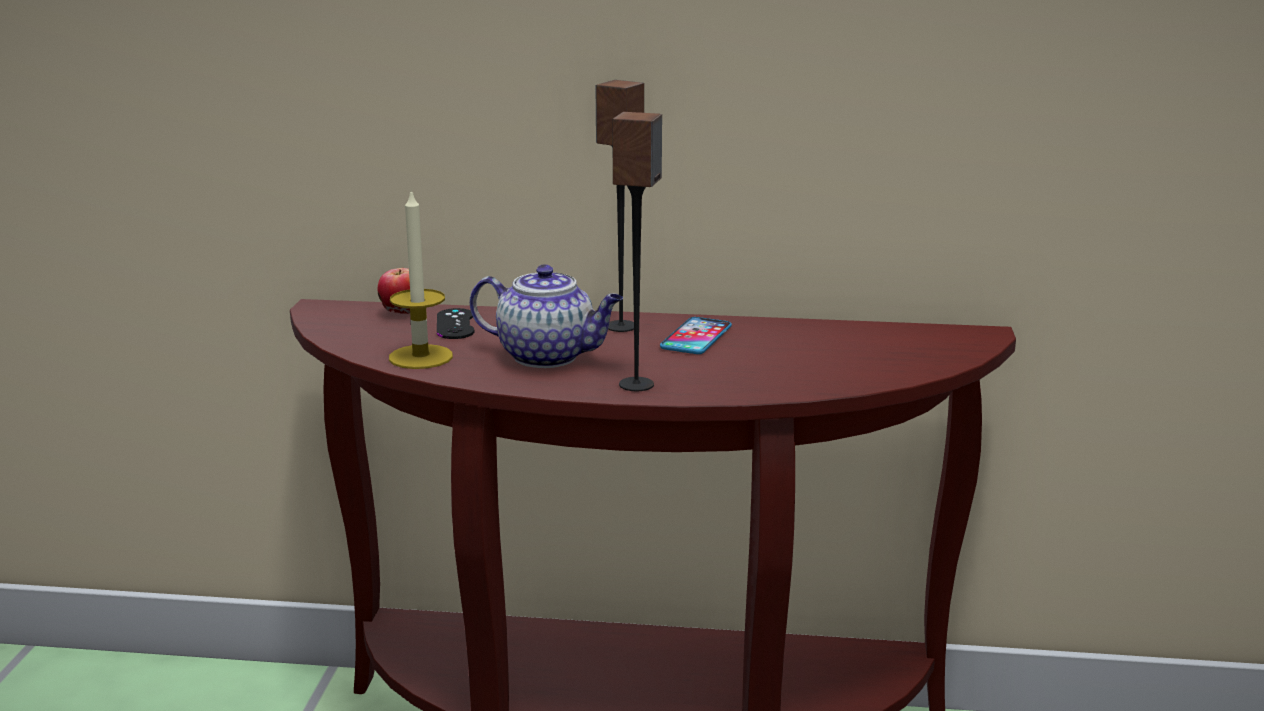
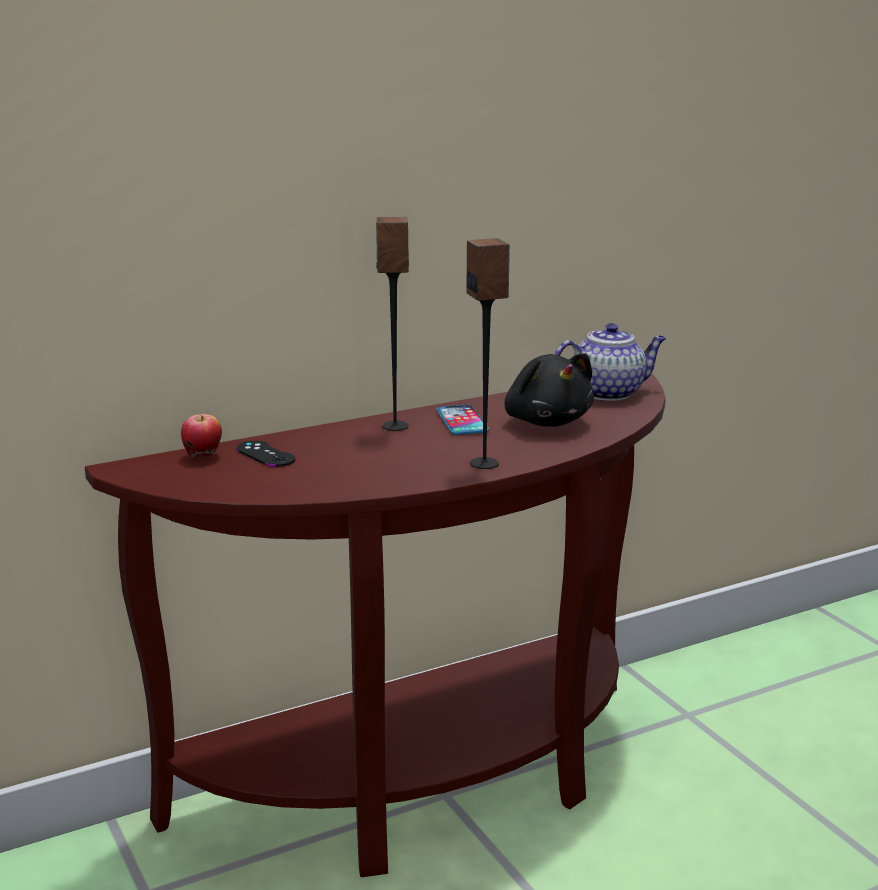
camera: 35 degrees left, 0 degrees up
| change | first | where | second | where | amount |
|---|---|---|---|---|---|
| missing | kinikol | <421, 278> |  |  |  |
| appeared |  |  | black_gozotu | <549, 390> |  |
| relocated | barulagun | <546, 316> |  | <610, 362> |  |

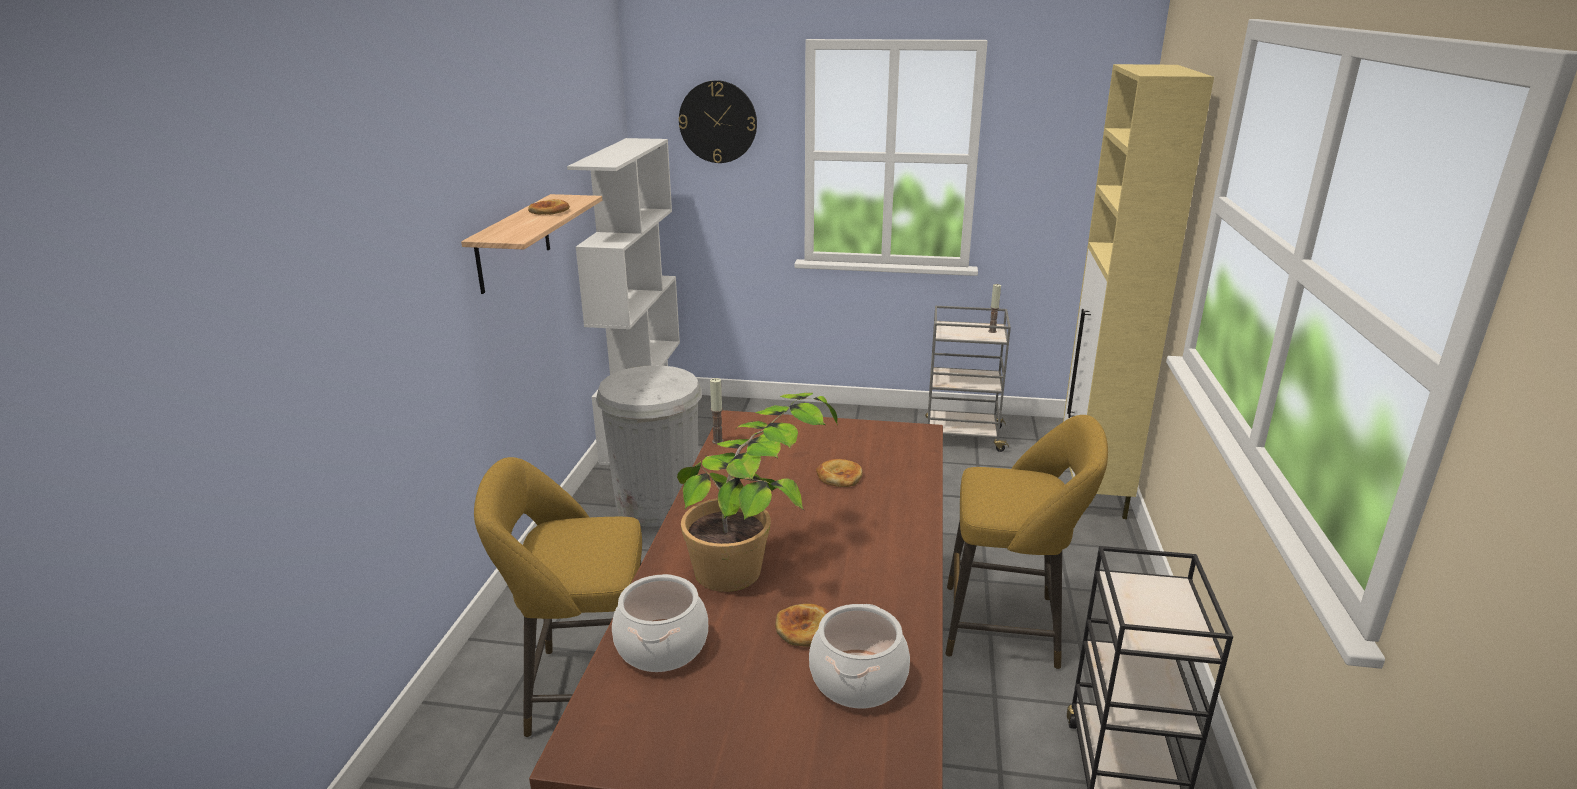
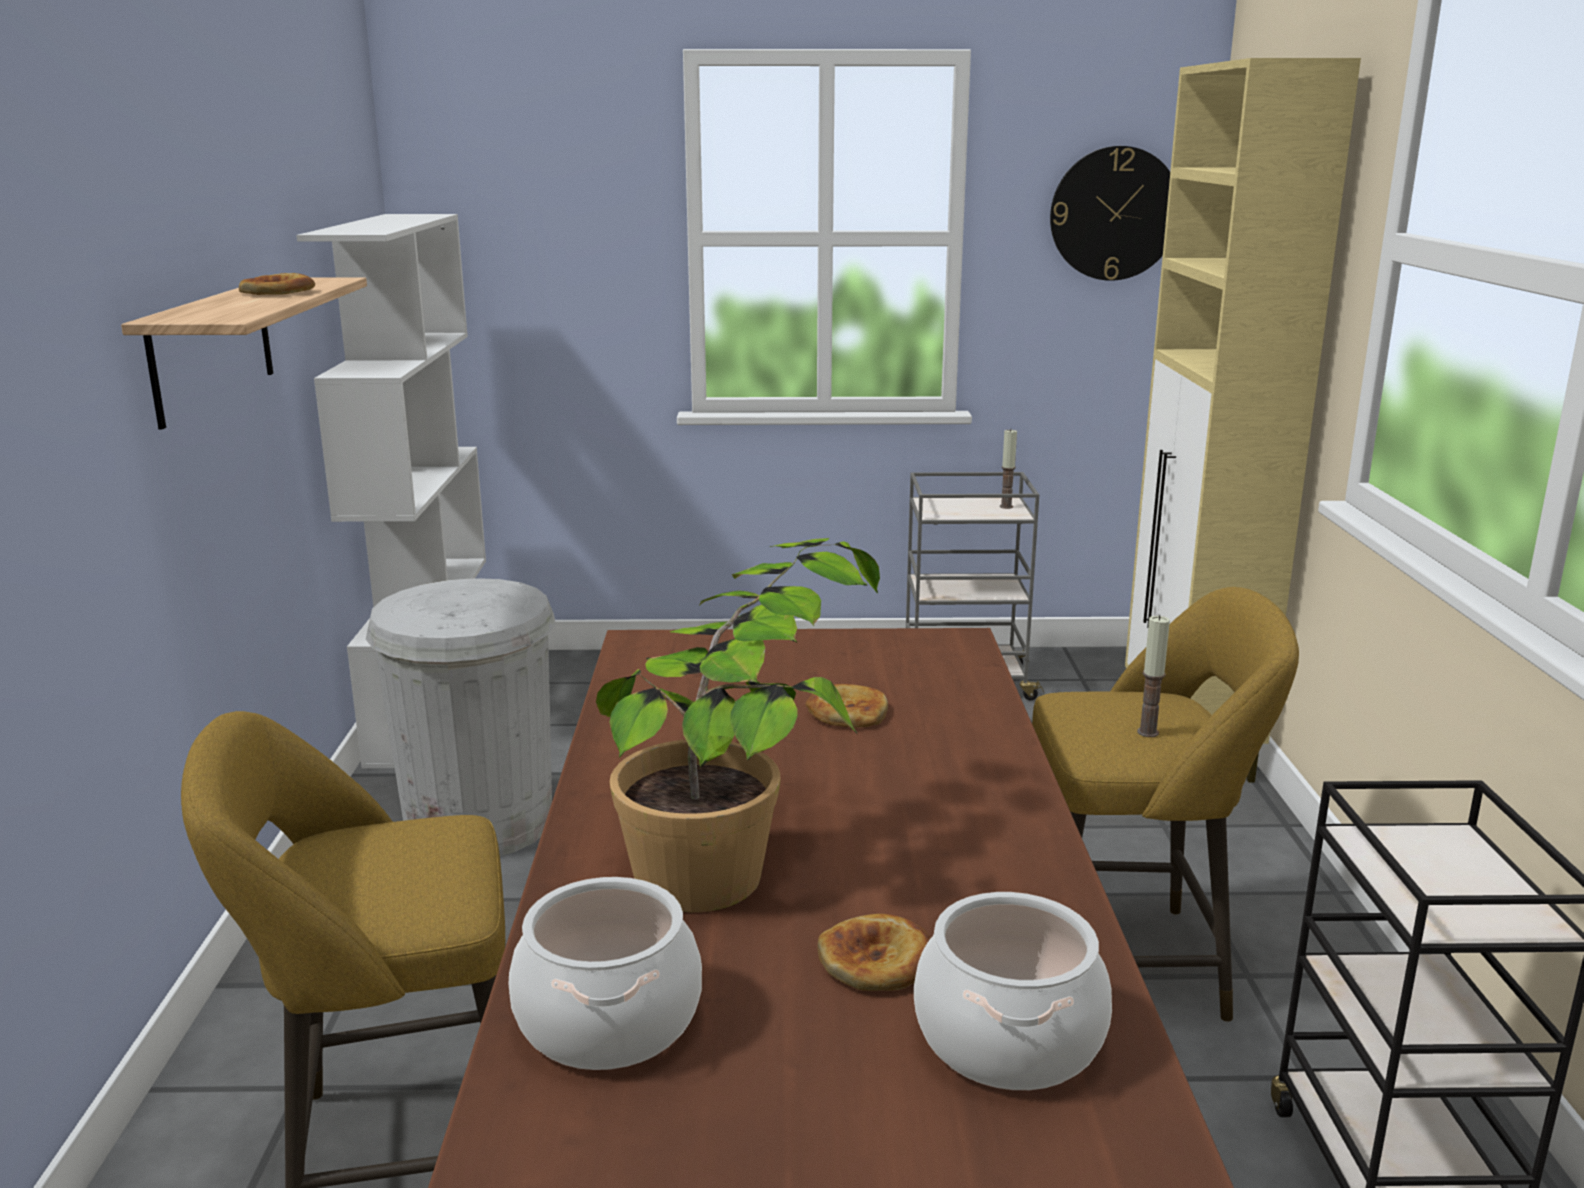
camera: 10 degrees left, 5 degrees down
| change | first | where | second | where | amount |
|---|---|---|---|---|---|
| relocated | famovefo | <718, 121> |  | <1110, 213> |  |
| relocated | kinikol | <717, 411> |  | <1153, 676> |  |

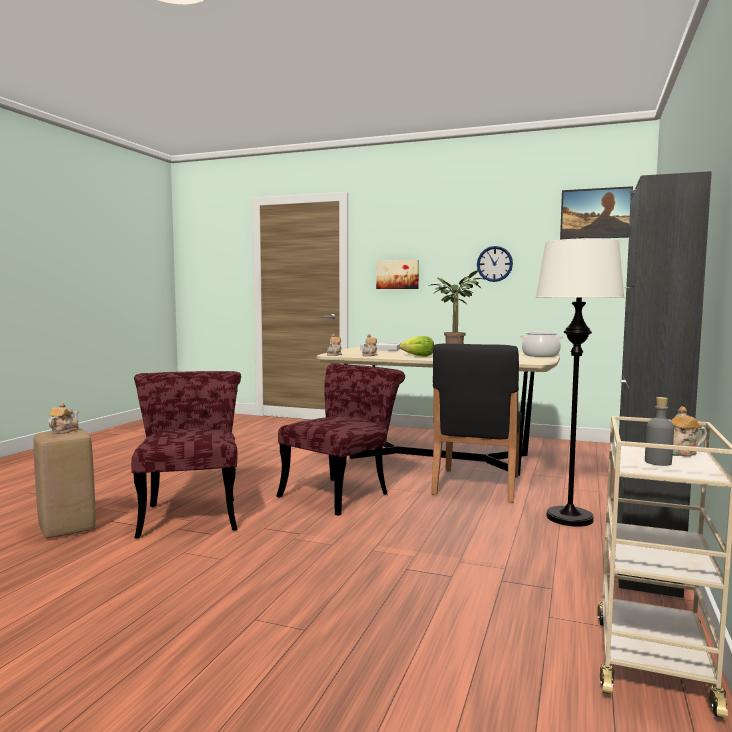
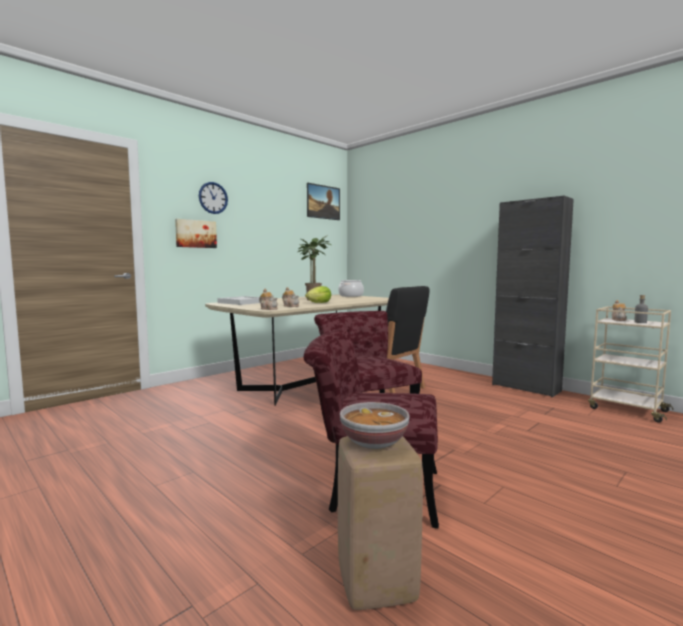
camera: 65 degrees left, 0 degrees up
| change | first | where | second | where | amount |
|---|---|---|---|---|---|
| missing | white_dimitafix | <580, 381> |  |  |  |
| relocated | famovefo | <495, 264> |  | <213, 198> |  |
| exchanged | barulagun | <63, 418> | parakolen | <375, 425> |  |

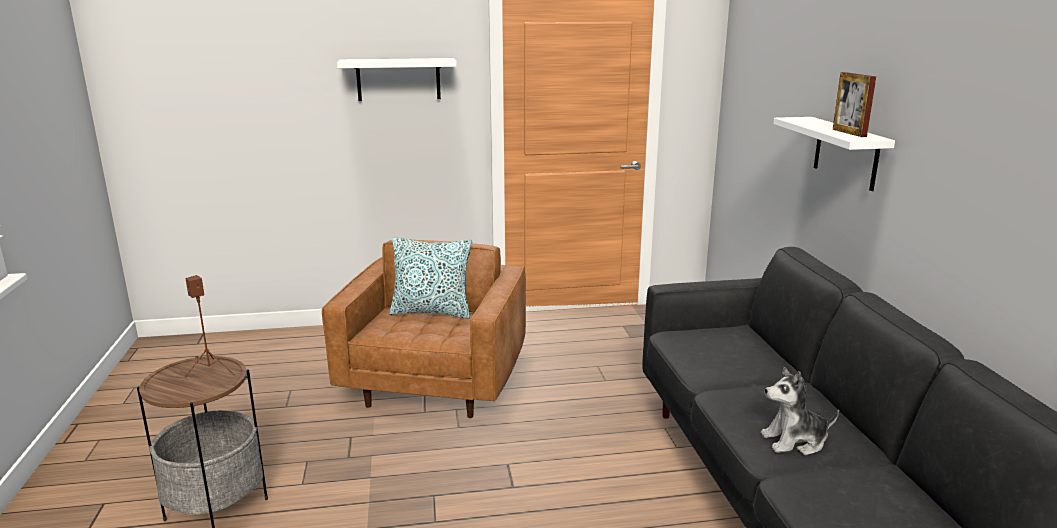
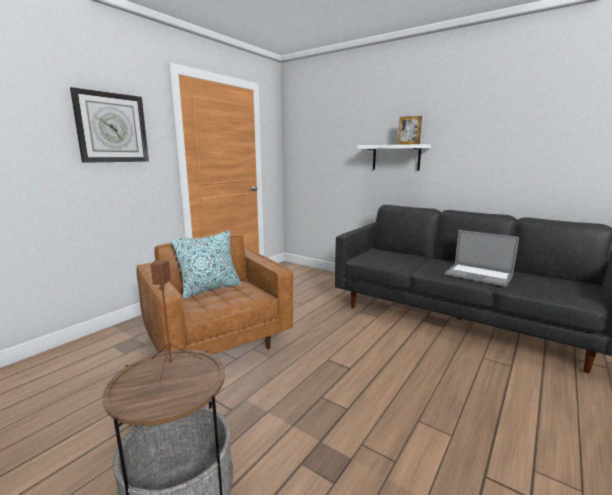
camera: 45 degrees left, 5 degrees down
| change | first | where | second | where | amount |
|---|---|---|---|---|---|
| exchanged | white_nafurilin | <397, 79> | famovefo | <109, 125> |  |
| exchanged | gozotu | <800, 411> | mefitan | <481, 258> |  |

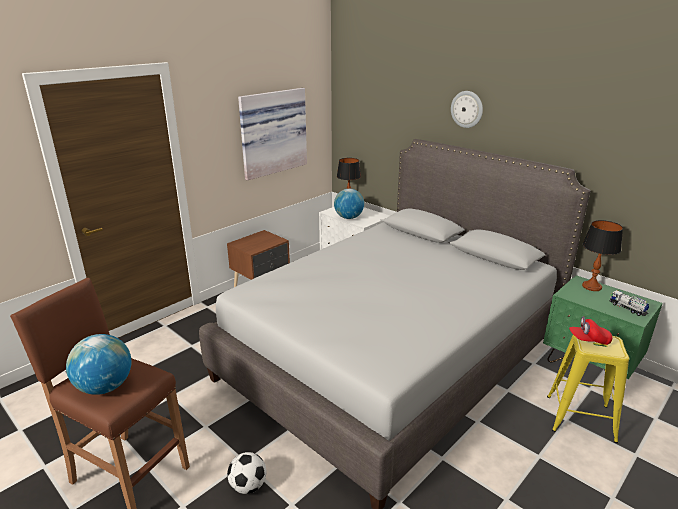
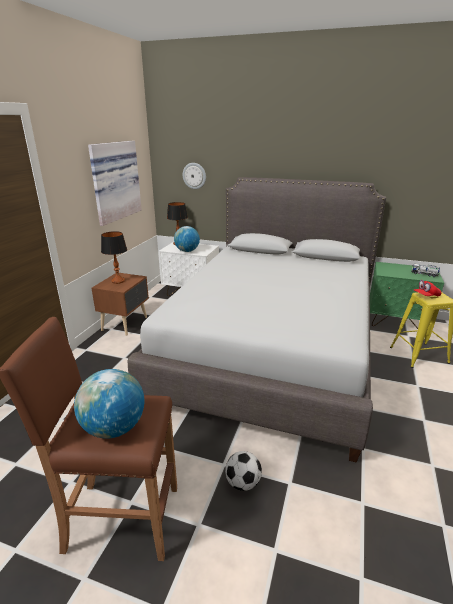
camera: 25 degrees left, 0 degrees up
| change | first | where | second | where | amount |
|---|---|---|---|---|---|
| relocated | famovefo | <467, 109> |  | <194, 176> |  |
| relocated | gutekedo | <602, 255> |  | <114, 257> |  |

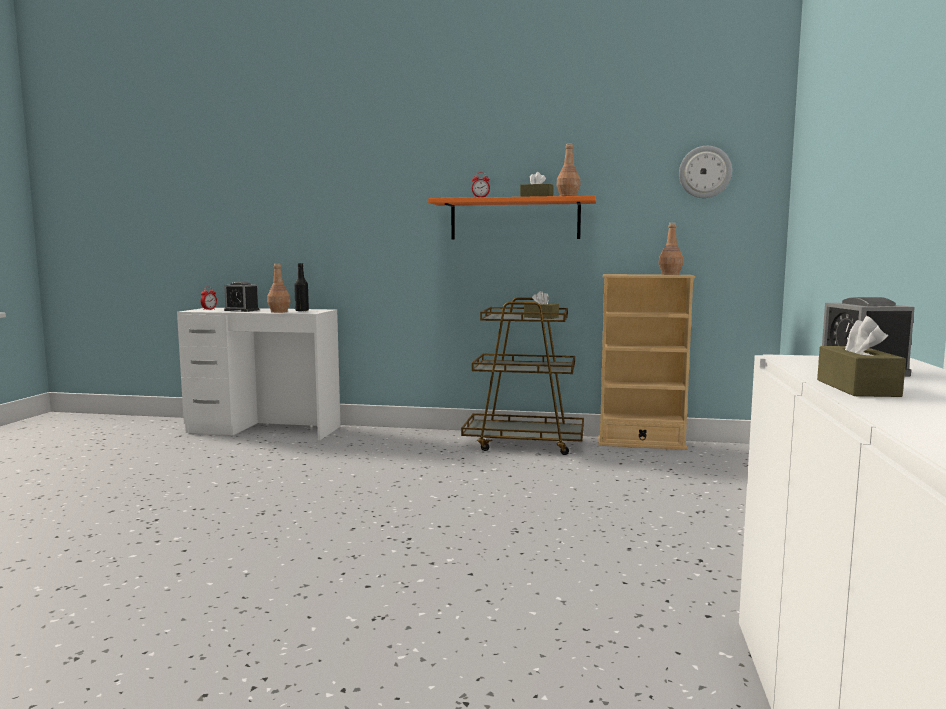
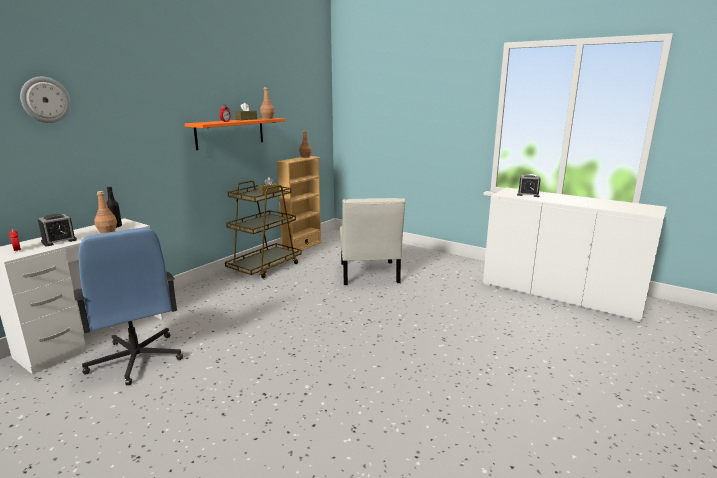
camera: 65 degrees left, 10 degrees up
| change | first | where | second | where | amount |
|---|---|---|---|---|---|
| missing | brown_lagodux | <861, 356> |  |  |  |
| appeared |  |  | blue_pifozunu | <128, 306> |  |
| appeared |  |  | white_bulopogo | <373, 241> |  |
| relocated | famovefo | <705, 172> |  | <45, 100> |  |

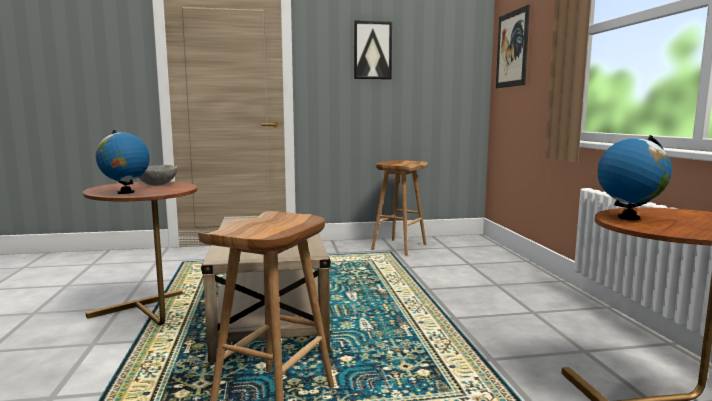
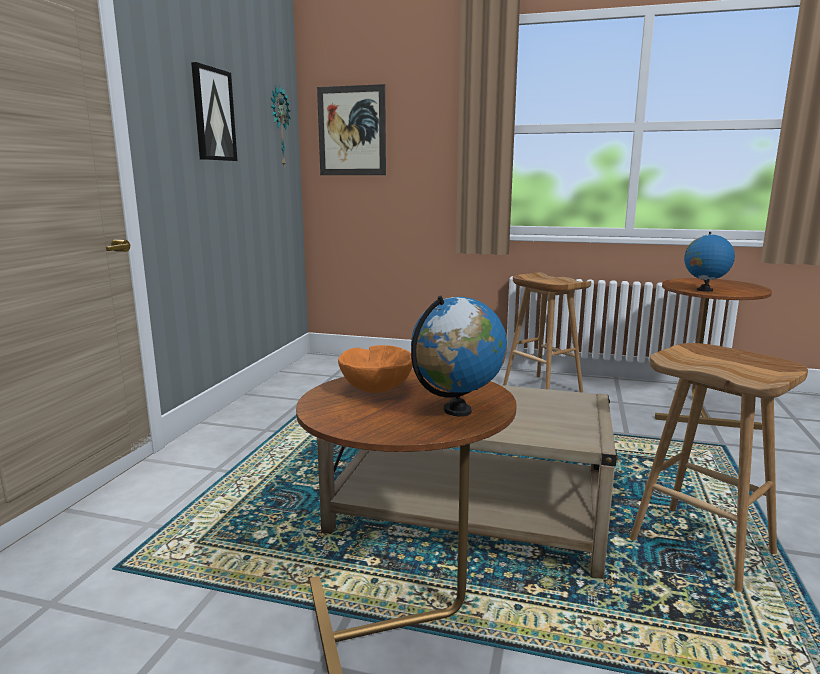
camera: 65 degrees left, 5 degrees up
| change | first | where | second | where | amount |
|---|---|---|---|---|---|
| appeared |  |  | famovefo | <281, 125> |  |
| relocated | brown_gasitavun | <399, 208> |  | <547, 332> |  |
| colour | grey_parakolen | <158, 175> | orange_parakolen | <375, 369> |  |

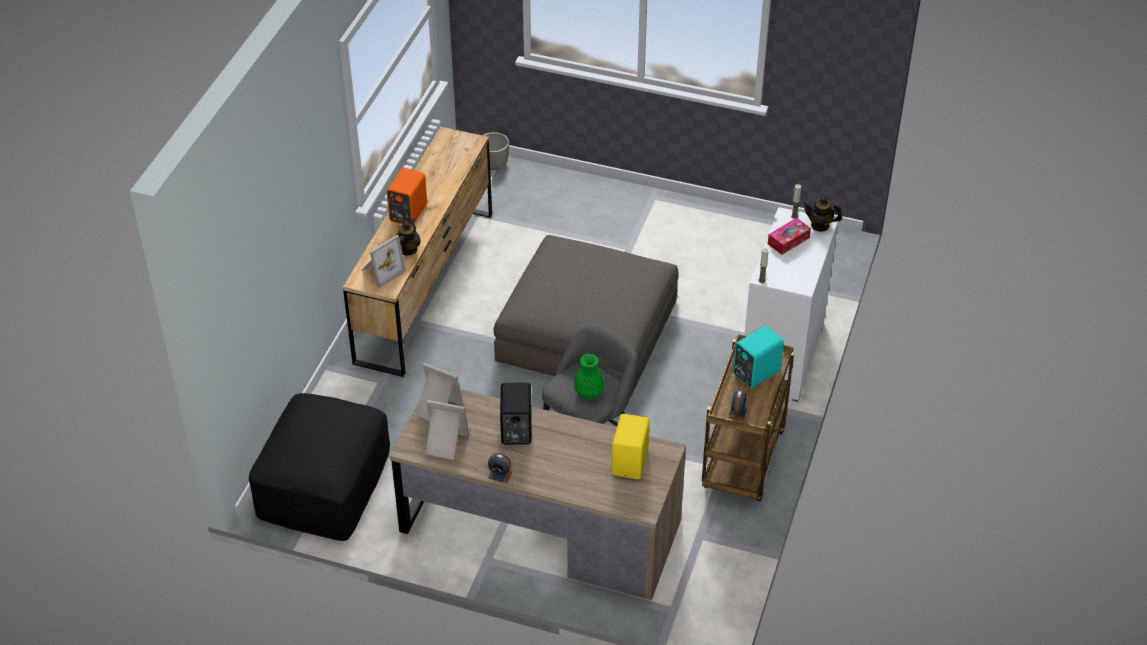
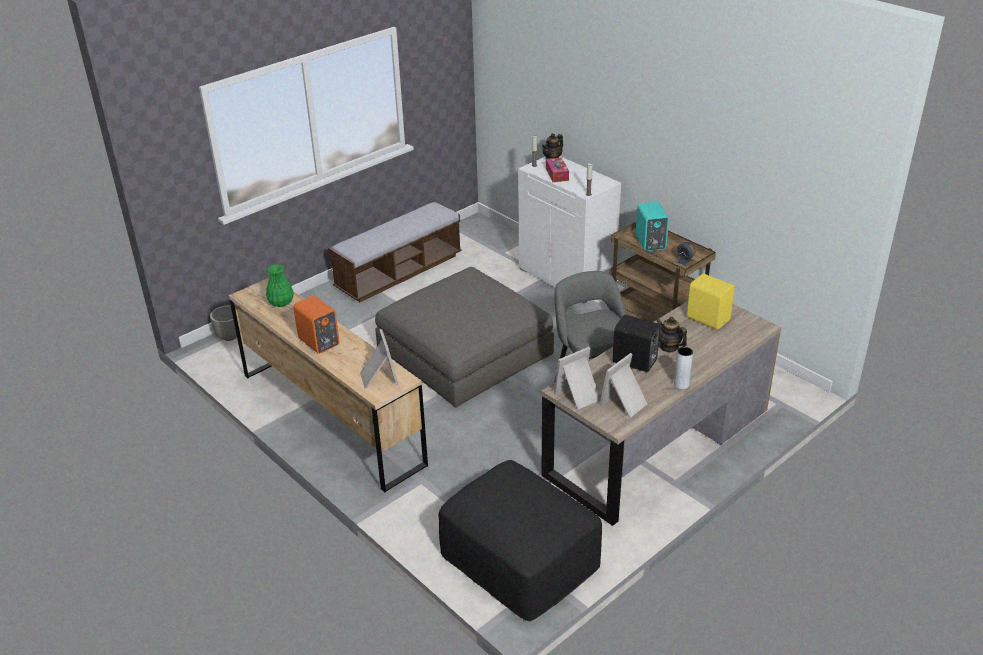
camera: 60 degrees left, 10 degrees down
| change | first | where | second | where | amount |
|---|---|---|---|---|---|
| appeared |  |  | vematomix | <395, 252> |  |
| relocated | barulagun | <408, 237> |  | <671, 334> |  |
| relocated | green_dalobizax | <589, 376> |  | <280, 285> |  |
| exchanged | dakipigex | <500, 468> | grey_dalobizax | <683, 368> |  |

